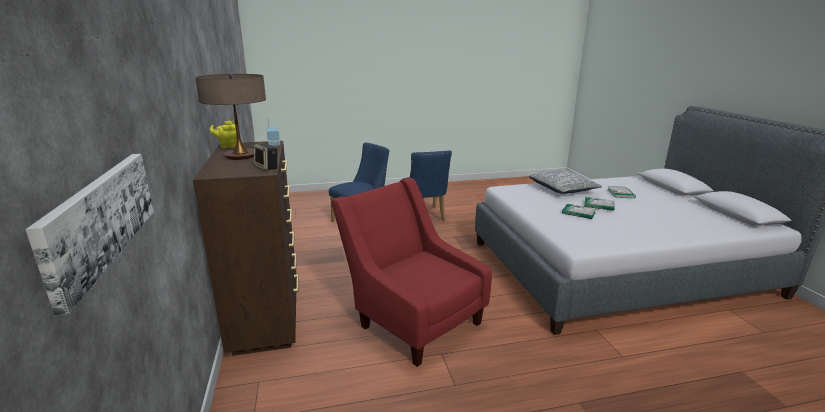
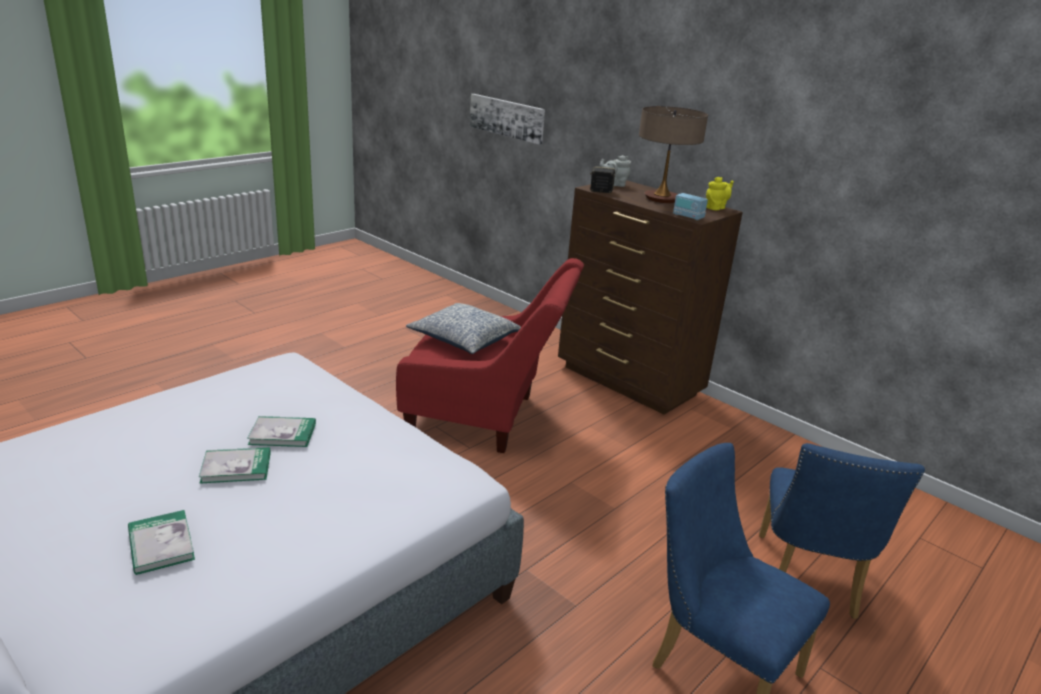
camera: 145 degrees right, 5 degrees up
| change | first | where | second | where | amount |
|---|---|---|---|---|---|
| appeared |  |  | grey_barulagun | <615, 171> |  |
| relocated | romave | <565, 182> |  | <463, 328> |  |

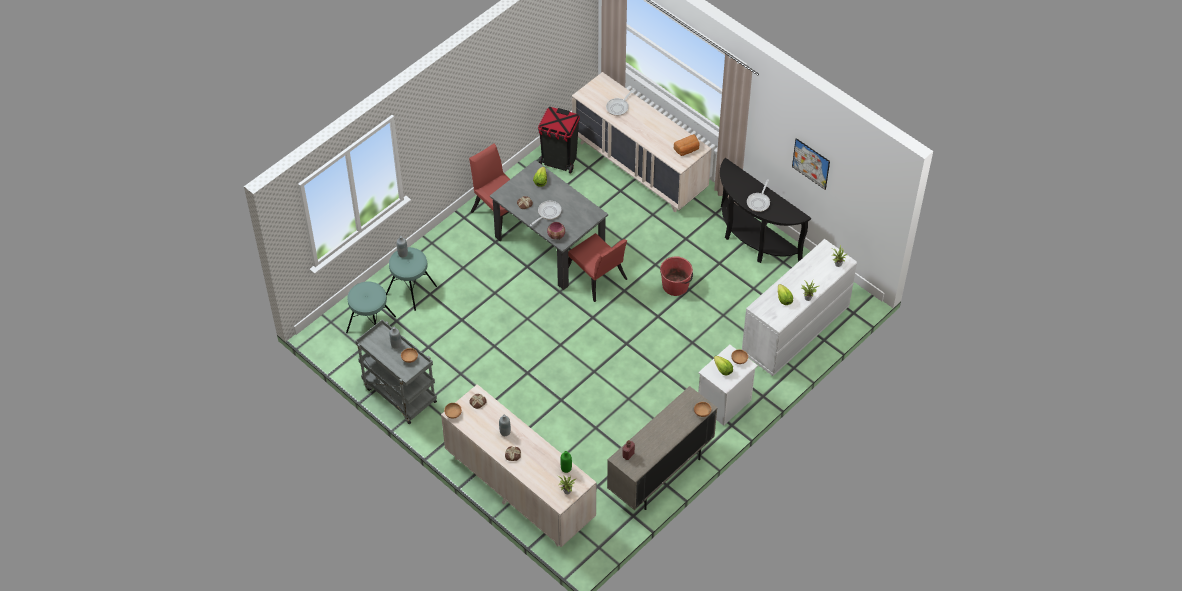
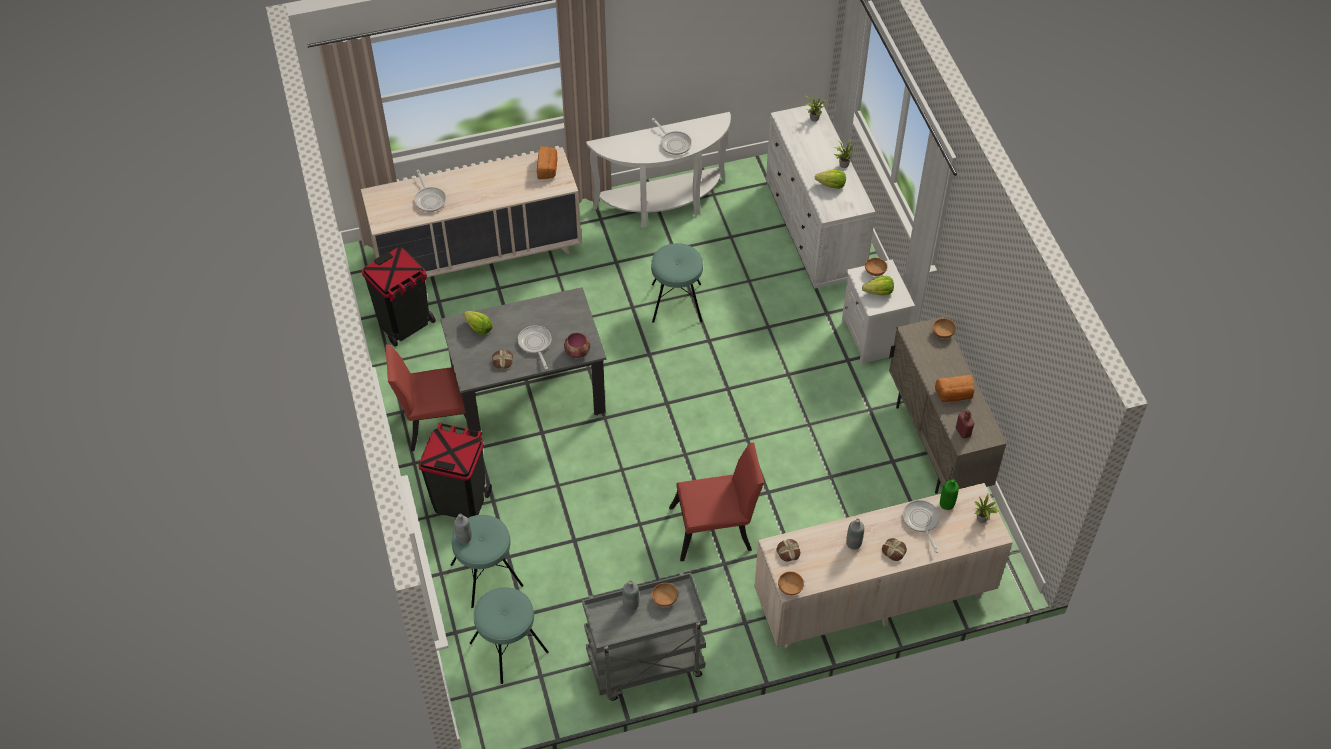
camera: 60 degrees left, 0 degrees up
| change | first | where | second | where | amount |
|---|---|---|---|---|---|
| missing | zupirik | <811, 164> |  |  |  |
| appeared |  |  | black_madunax | <455, 470> |  |
| appeared |  |  | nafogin | <921, 526> |  |
| appeared |  |  | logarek | <955, 388> |  |
| relocated | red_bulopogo | <597, 267> |  | <716, 501> |  |
| exchanged | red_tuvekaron | <676, 276> | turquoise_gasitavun | <677, 283> |  |
| colour | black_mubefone | <765, 210> | white_mubefone | <658, 169> |  |

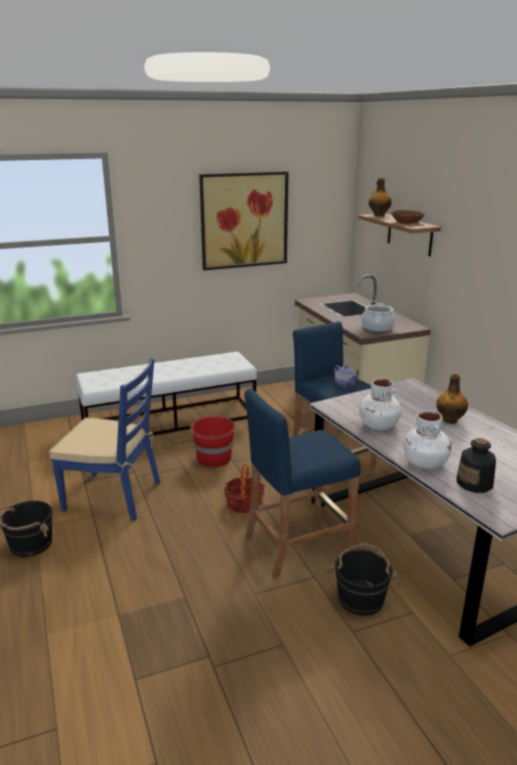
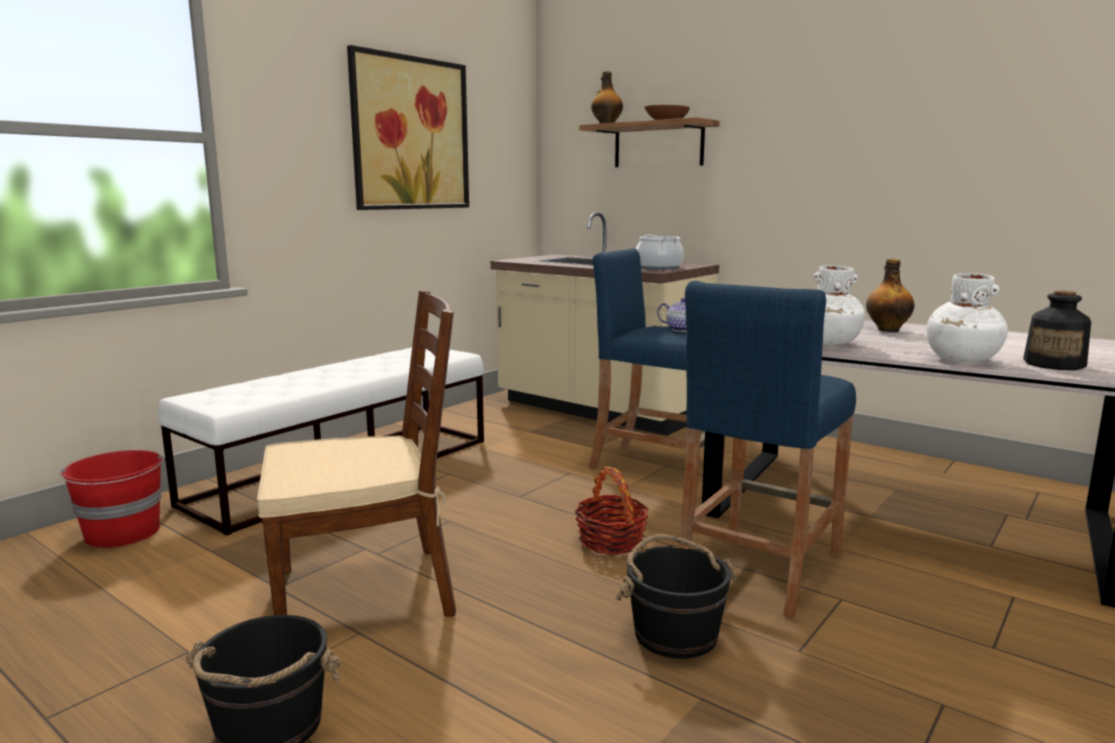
camera: 30 degrees left, 10 degrees down
| change | first | where | second | where | amount |
|---|---|---|---|---|---|
| relocated | red_tuvekaron | <213, 441> |  | <111, 499> |  |
| relocated | black_tuvekaron | <364, 579> |  | <677, 596> |  |
| colour | blue_bulopogo | <104, 439> | brown_bulopogo | <356, 454> |  |

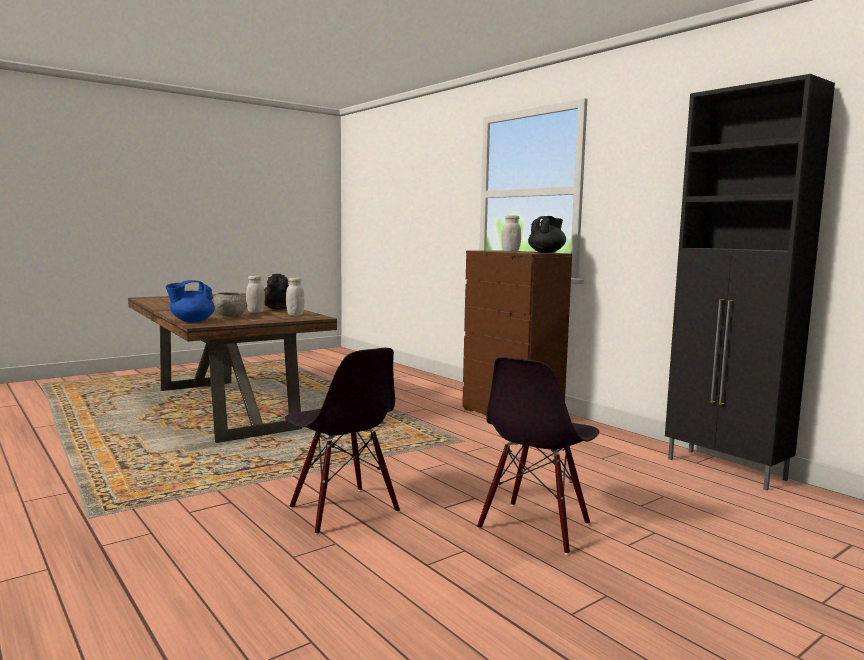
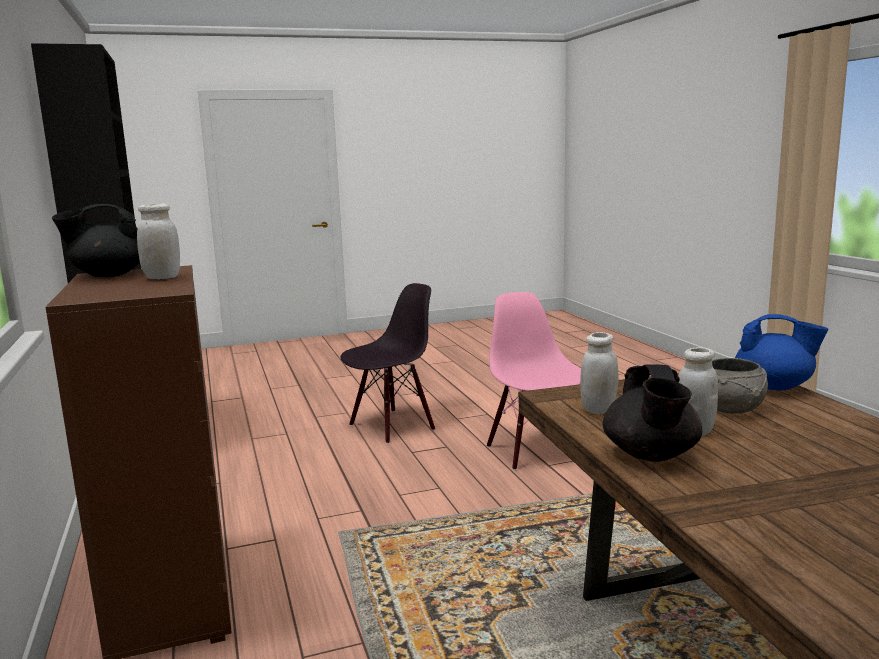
camera: 160 degrees left, 5 degrees up
| change | first | where | second | where | amount |
|---|---|---|---|---|---|
| colour | black_bulopogo | <342, 441> | pink_bulopogo | <534, 381> |  |
| spun | blue_barulagun | <190, 301> |  | <781, 352> | 45 degrees clockwise |

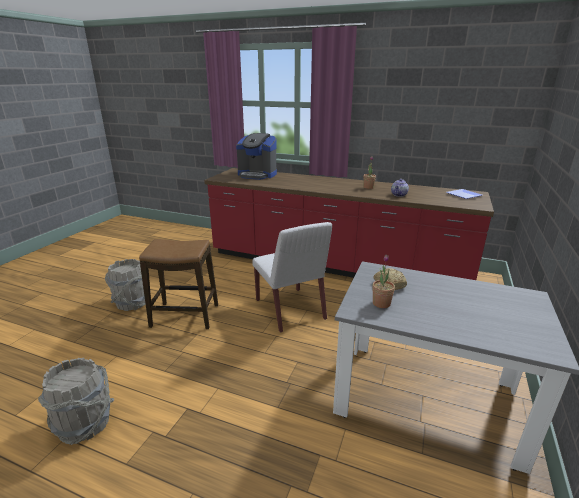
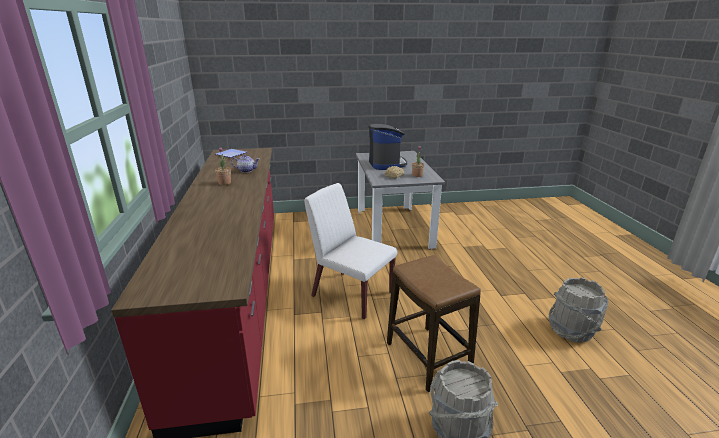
camera: 120 degrees left, 0 degrees up
| change | first | where | second | where | amount |
|---|---|---|---|---|---|
| relocated | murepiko | <256, 156> |  | <387, 147> |  |
| spun | white_bulopogo | <292, 277> |  | <350, 251> | 90 degrees counterclockwise |

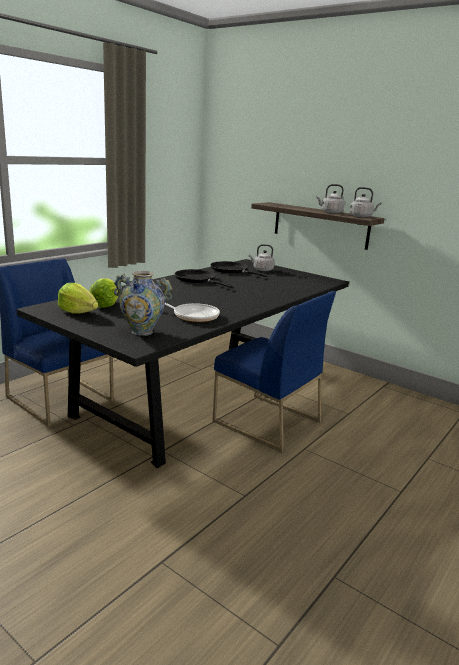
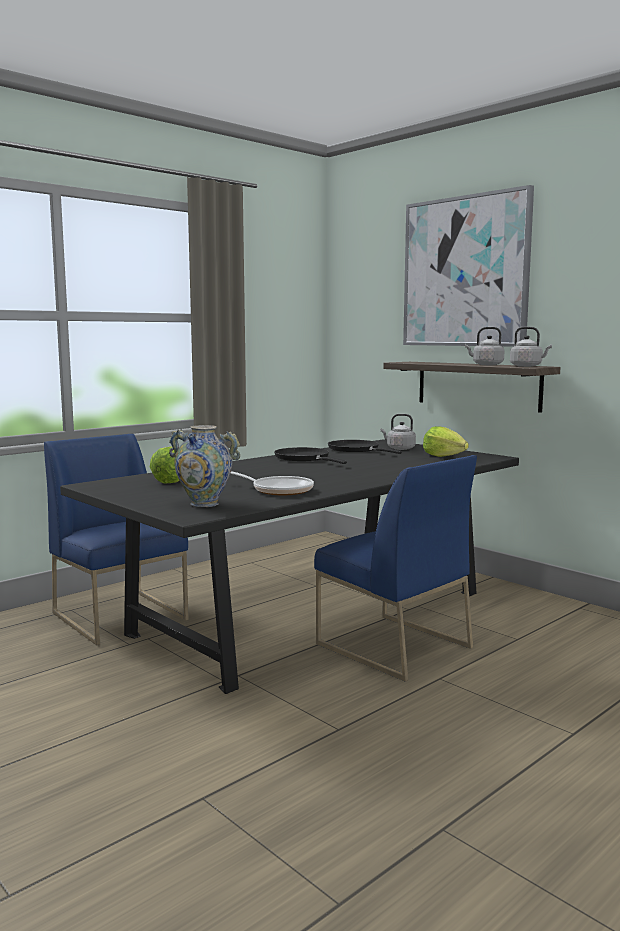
camera: 10 degrees right, 10 degrees down
| change | first | where | second | where | amount |
|---|---|---|---|---|---|
| appeared |  |  | zupirik | <468, 266> |  |
| relocated | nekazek | <78, 298> |  | <446, 441> |  |

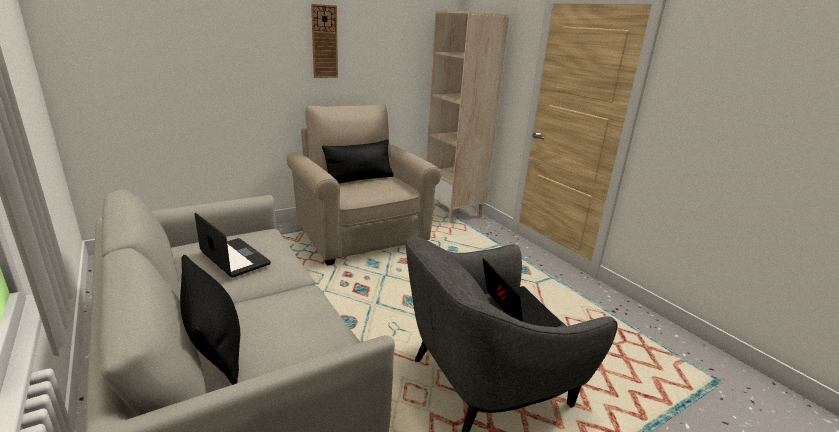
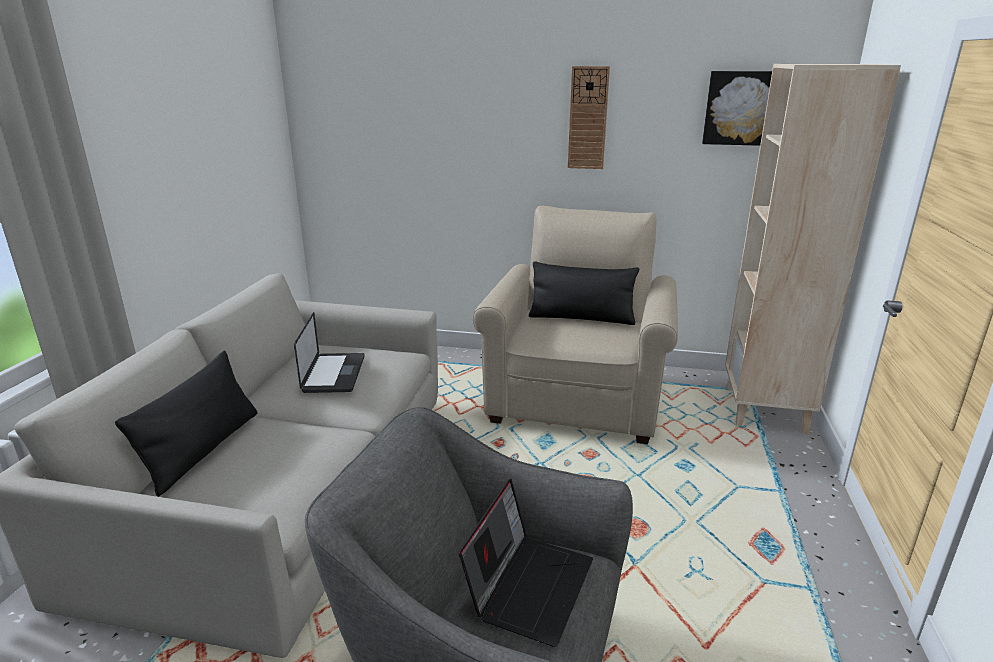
camera: 45 degrees right, 0 degrees up
| change | first | where | second | where | amount |
|---|---|---|---|---|---|
| appeared |  |  | zupirik | <737, 108> |  |

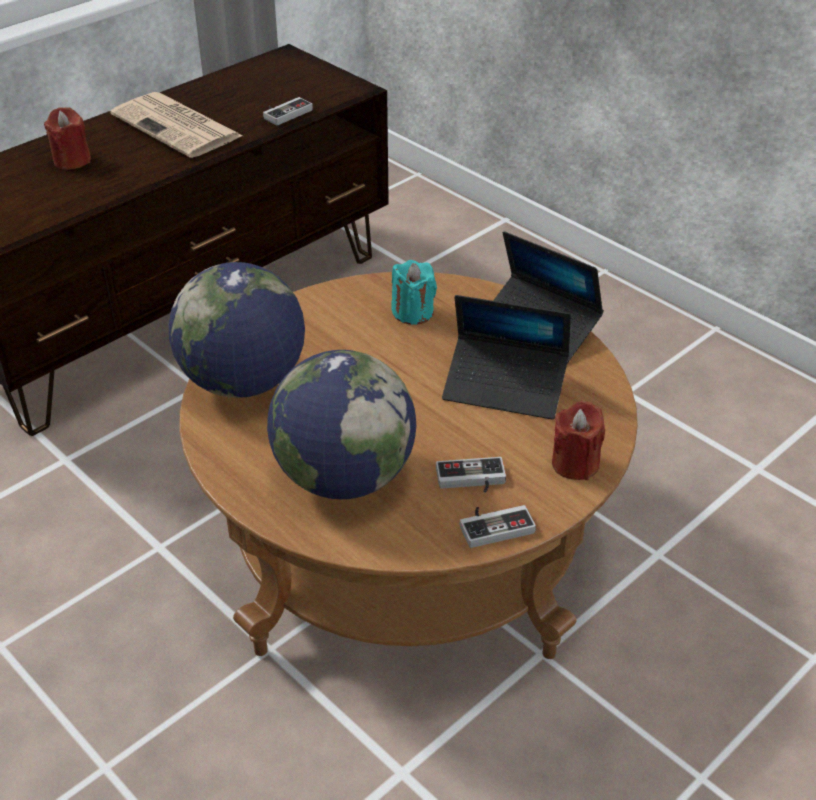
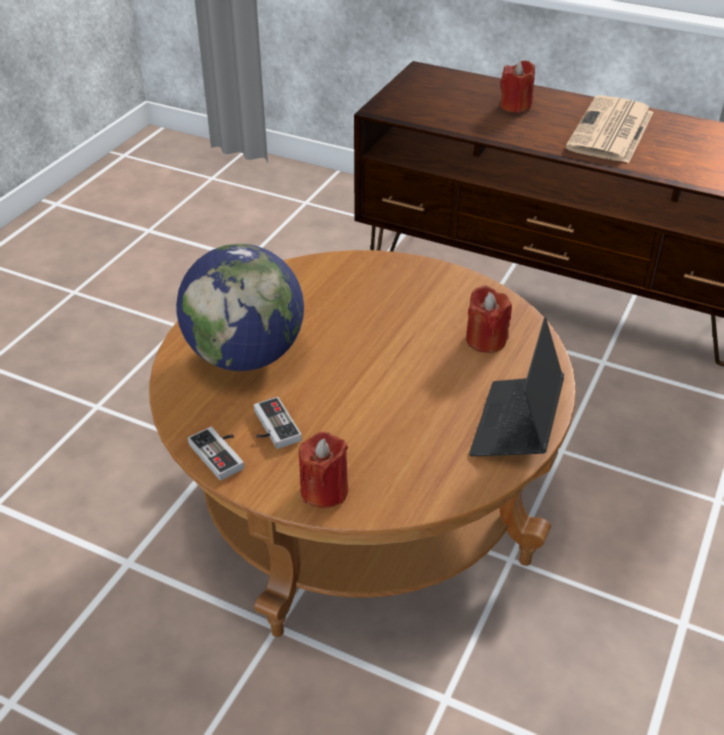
camera: 70 degrees right, 0 degrees up
| change | first | where | second | where | amount |
|---|---|---|---|---|---|
| missing | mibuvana | <236, 330> |  |  |  |
| missing | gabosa | <288, 111> |  |  |  |
| missing | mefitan | <506, 357> |  |  |  |
| colour | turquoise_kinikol | <414, 292> | red_kinikol | <489, 319> |  |

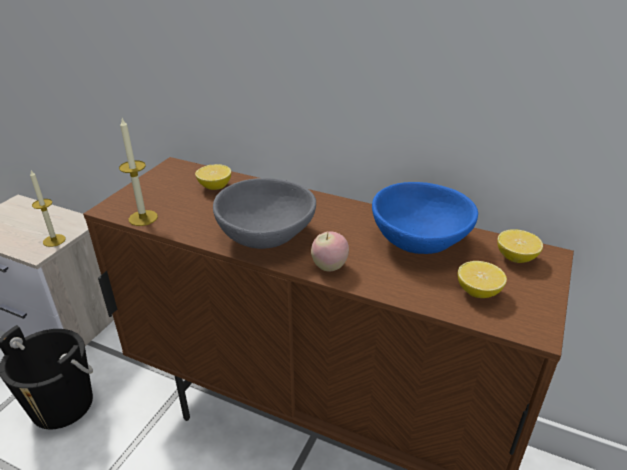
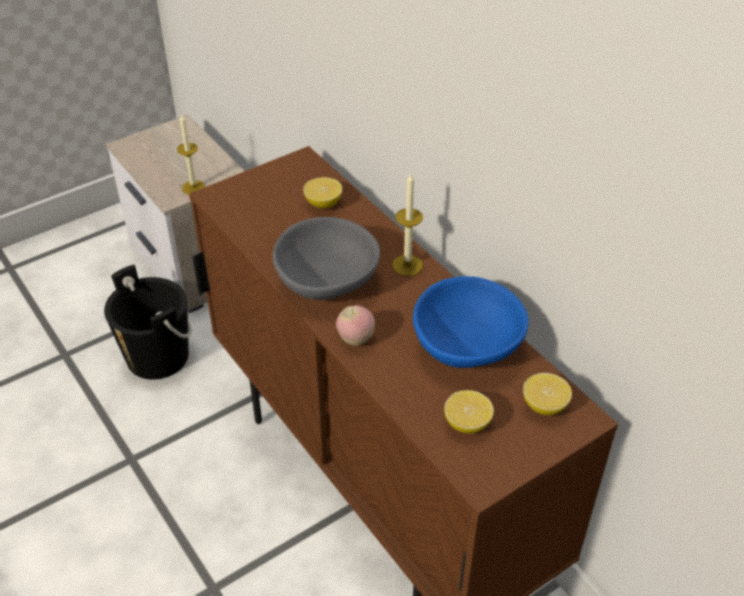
camera: 30 degrees right, 10 degrees up
| change | first | where | second | where | amount |
|---|---|---|---|---|---|
| relocated | kinikol | <138, 172> |  | <407, 224> |  |

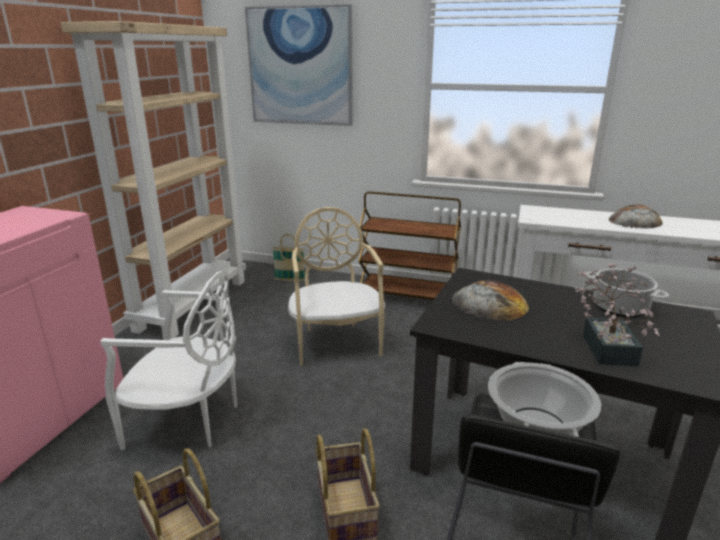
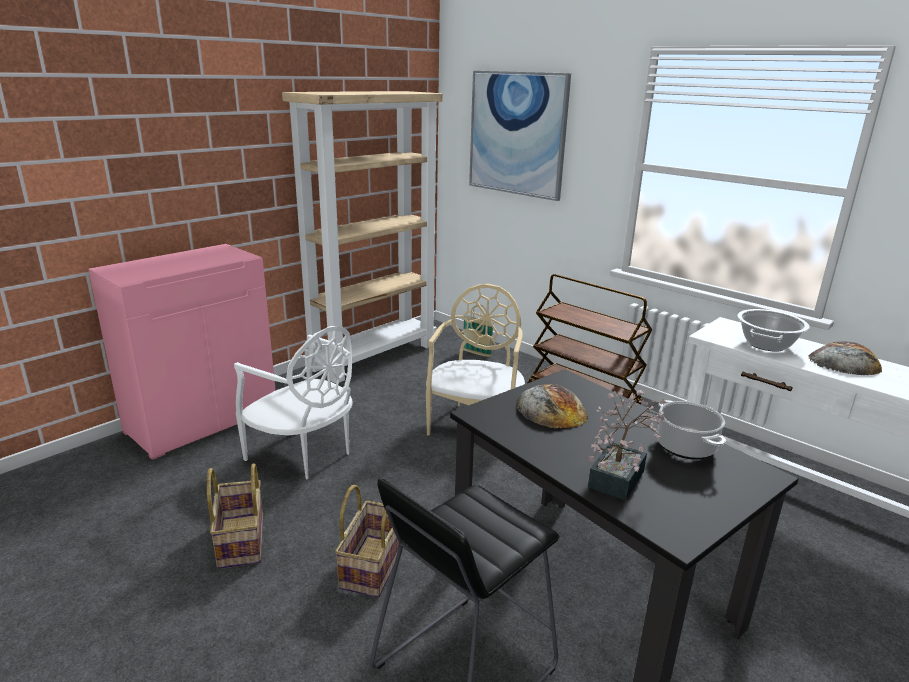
camera: 25 degrees right, 0 degrees up
| change | first | where | second | where | amount |
|---|---|---|---|---|---|
| relocated | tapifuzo | <544, 399> |  | <773, 330> |  |

